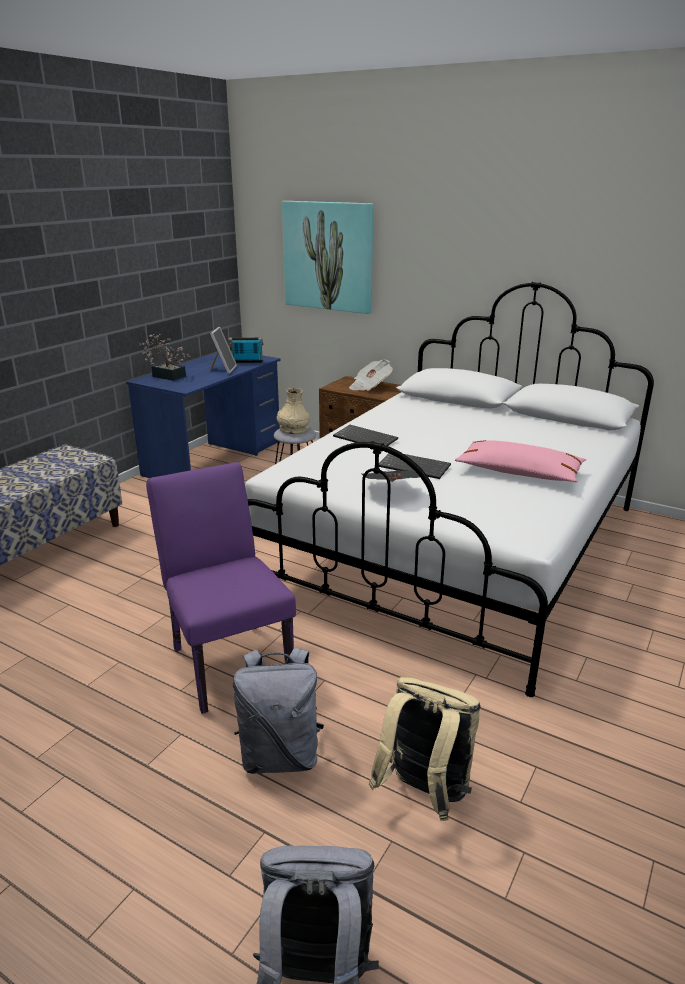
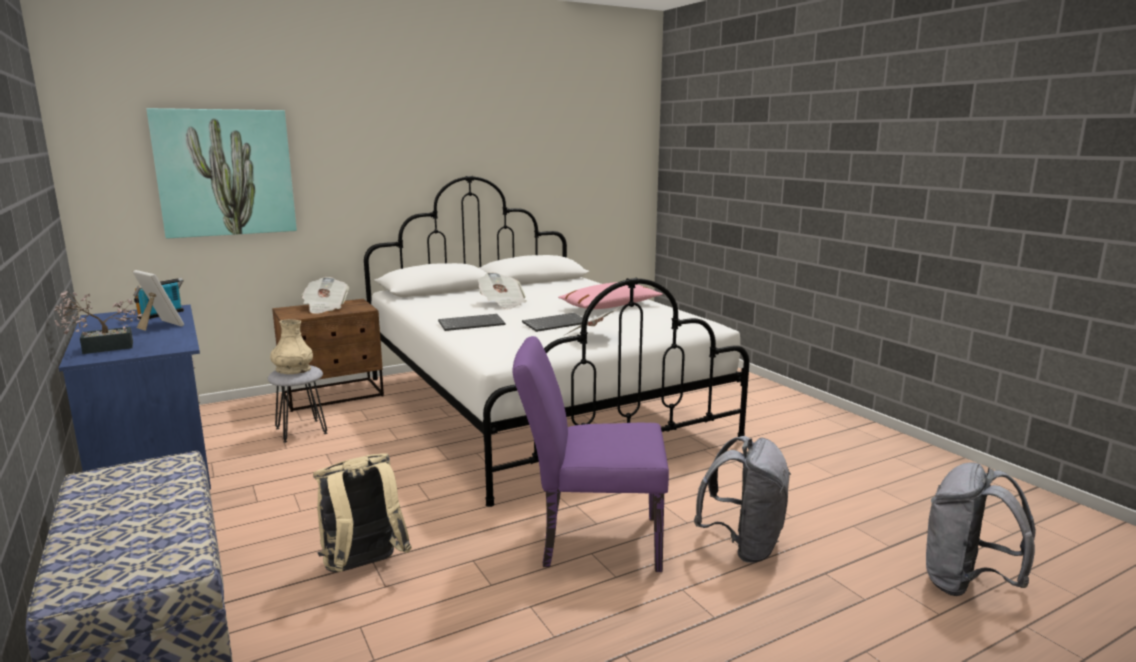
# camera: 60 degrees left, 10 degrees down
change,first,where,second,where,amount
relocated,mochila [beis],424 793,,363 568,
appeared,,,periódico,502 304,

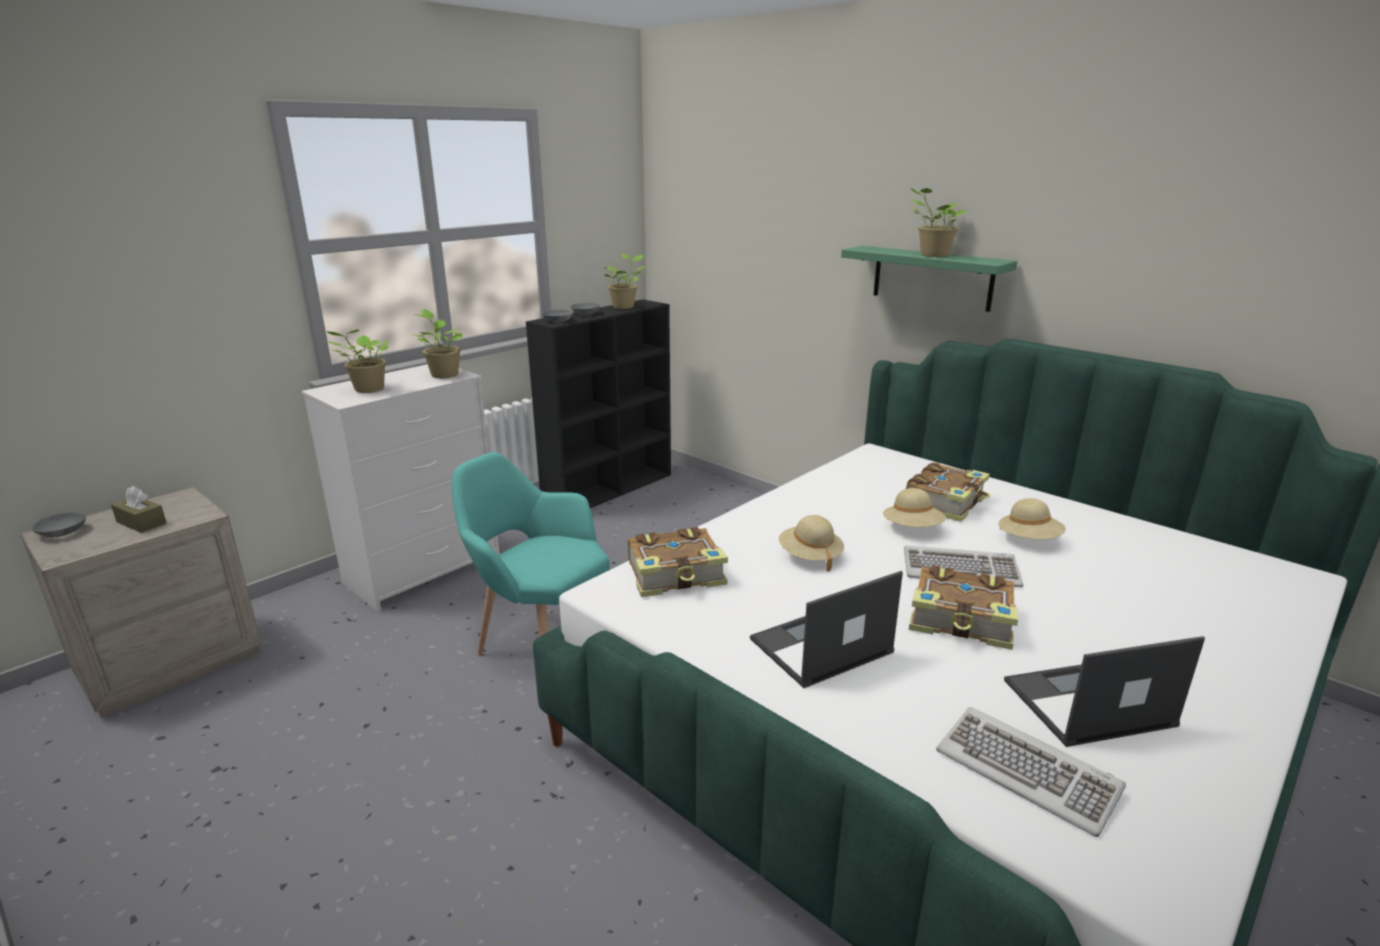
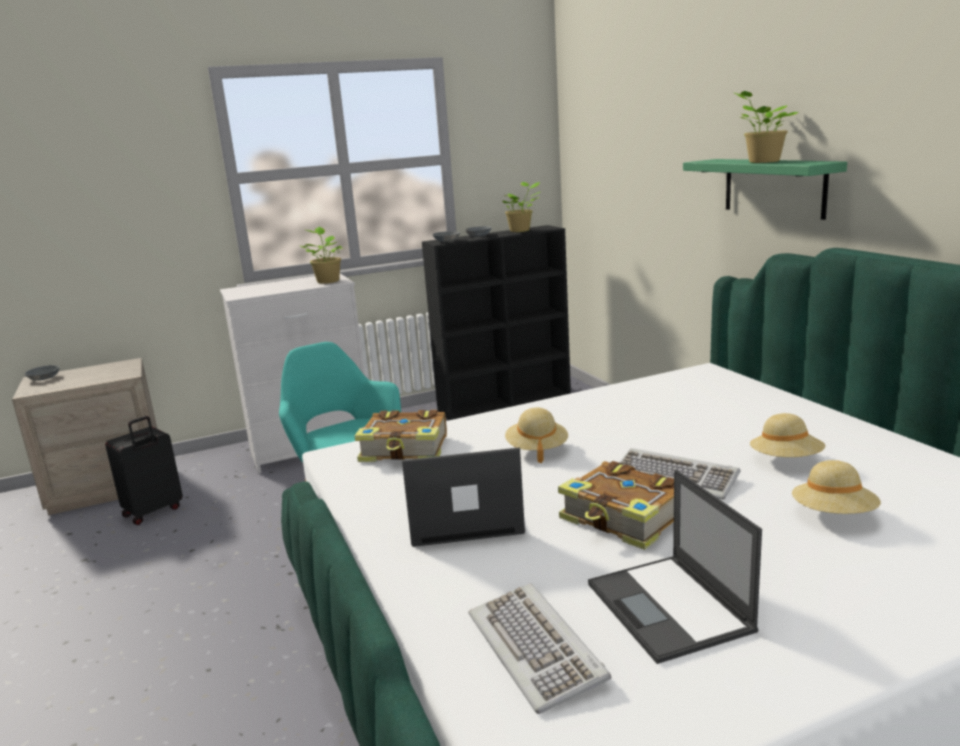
# camera: 25 degrees right, 5 degrees down
change,first,where,second,where,amount
missing,caja de pañuelos [marrón],141 523,,,
missing,planta en maceta,367 390,,,
relocated,sombrero [beis],912 529,,834 515,
missing,libro,946 502,,,
spun,portátil,1086 703,,670 608,120 degrees counterclockwise
appeared,,,maleta [negro],153 512,

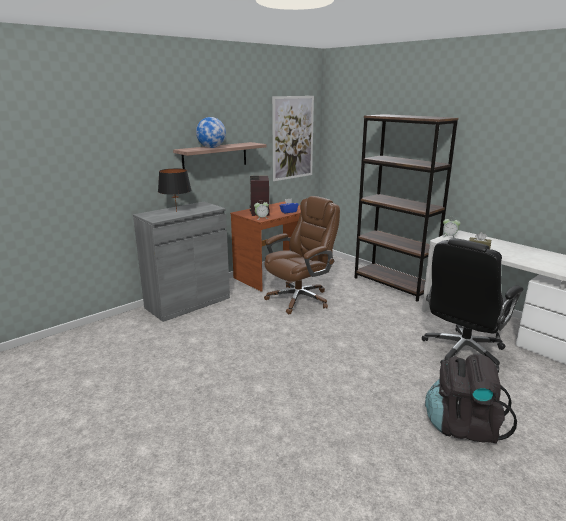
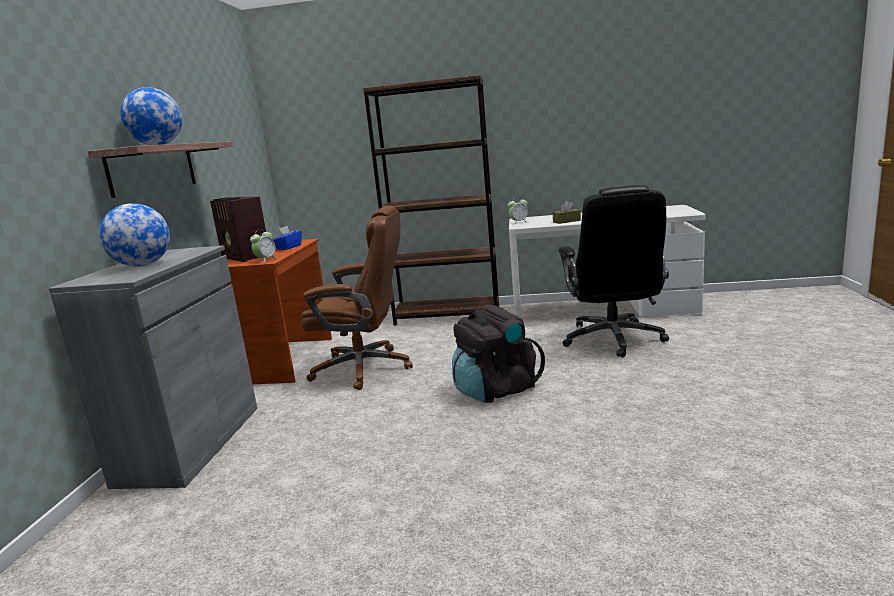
# camera: 40 degrees left, 5 degrees down
change,first,where,second,where,amount
exchanged,lámpara de mesa [negro],176 212,globo terráqueo,142 265,
spun,silla de oficina [marrón],300 299,,364 368,90 degrees clockwise
missing,cuadro,293 138,,,
relocated,mochila [negro],463 426,,496 389,

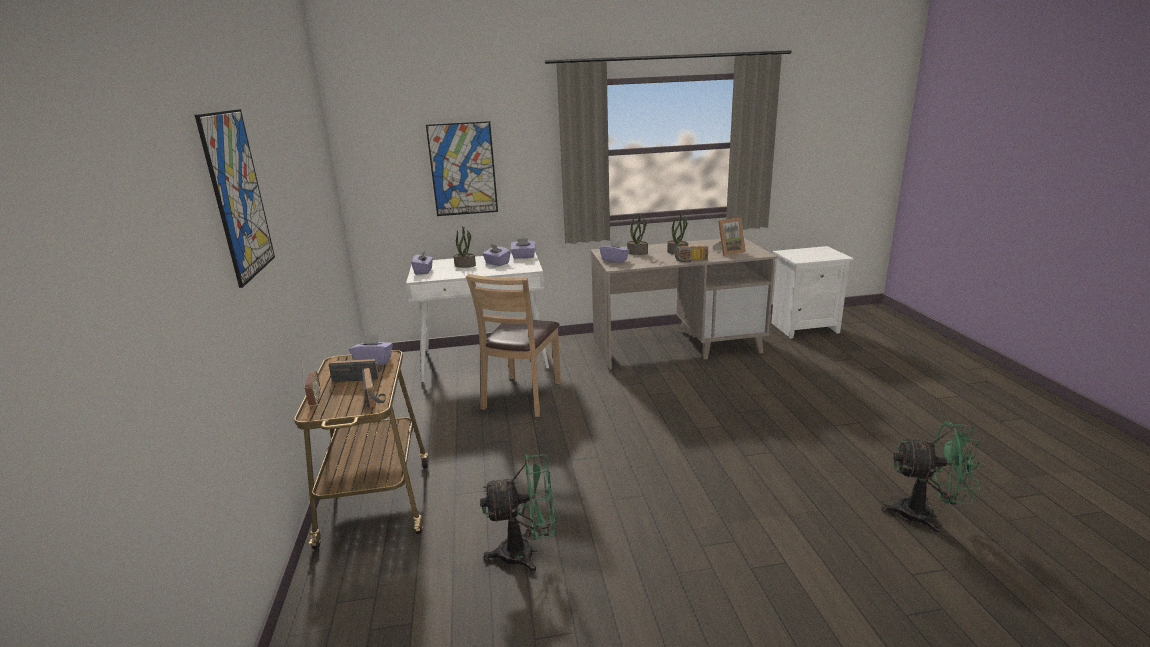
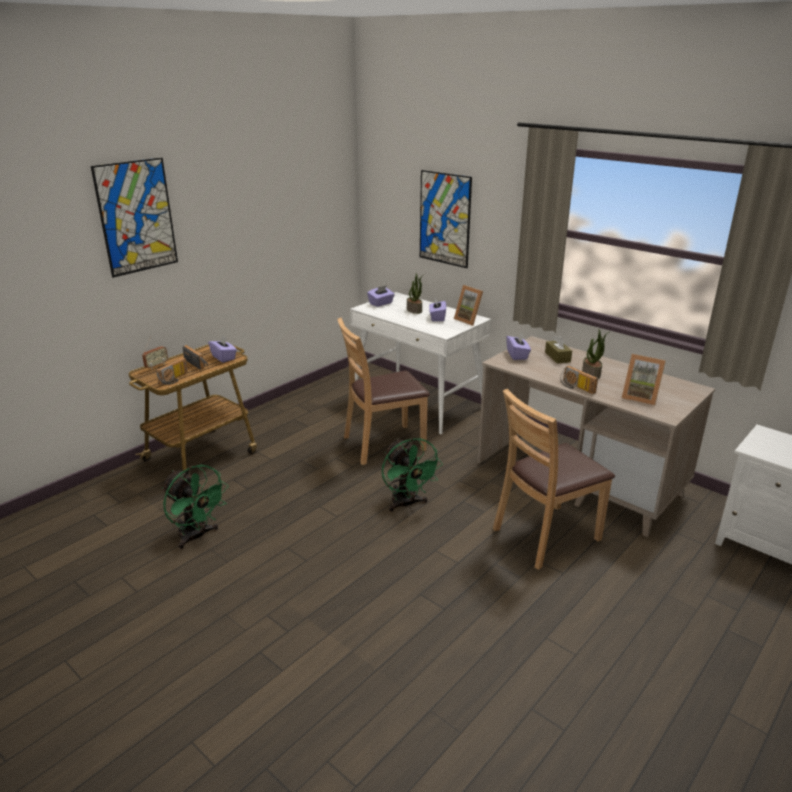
# camera: 50 degrees right, 5 degrees up
change,first,where,second,where,amount
exchanged,caja de pañuelos [morado],524 256,portarretratos,469 320,
exchanged,planta en maceta,637 252,caja de pañuelos [marrón],557 357,
relocated,ventilador [verde],925 515,,407 504,
appeared,,,silla [marrón],545 535,

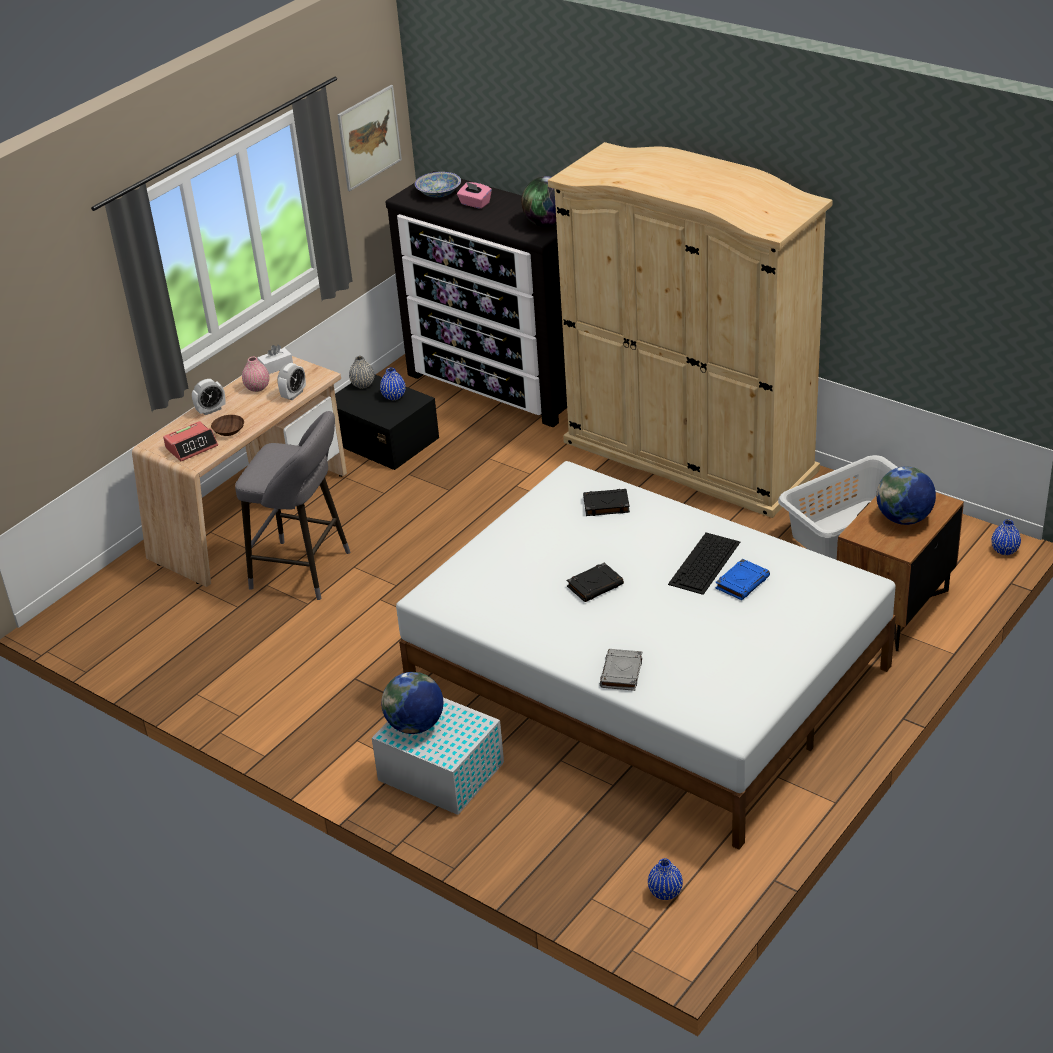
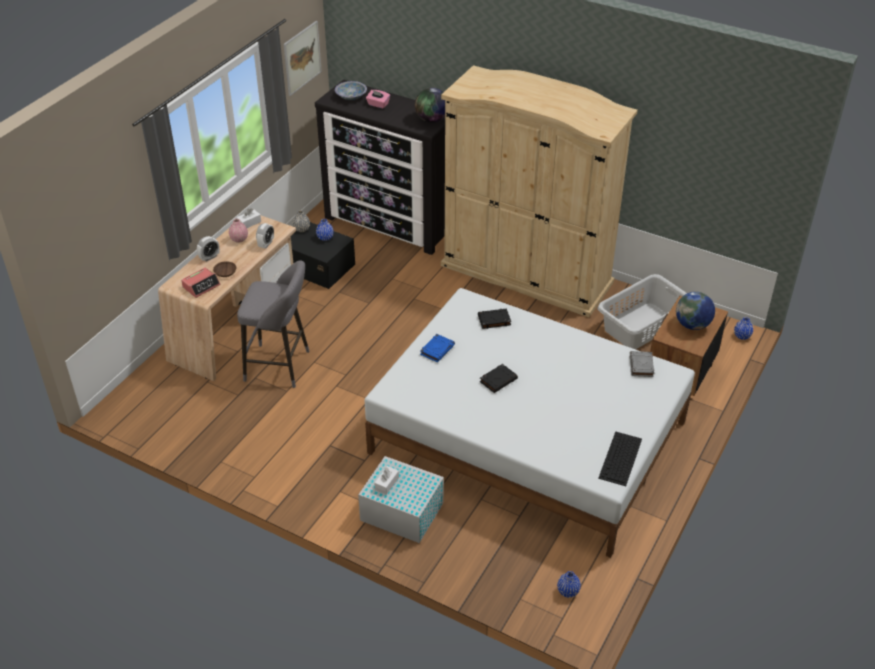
# camera: 10 degrees left, 5 degrees up
change,first,where,second,where,amount
exchanged,globo terráqueo,415 725,caja de pañuelos [blanco],386 484,
relocated,libro [gris],621 673,,641 366,
relocated,teclado,704 564,,620 459,
relocated,libro [azul],742 582,,437 350,

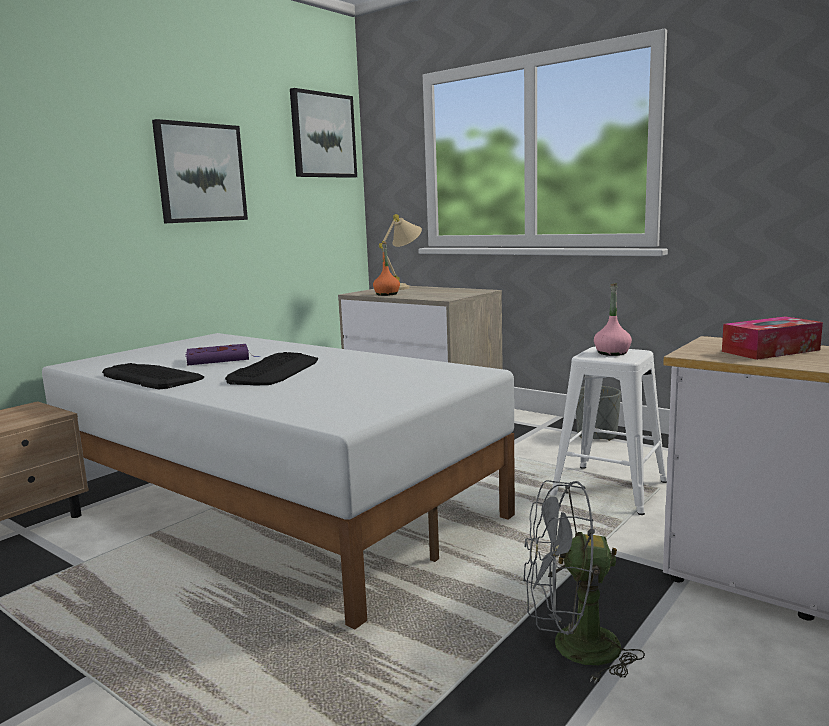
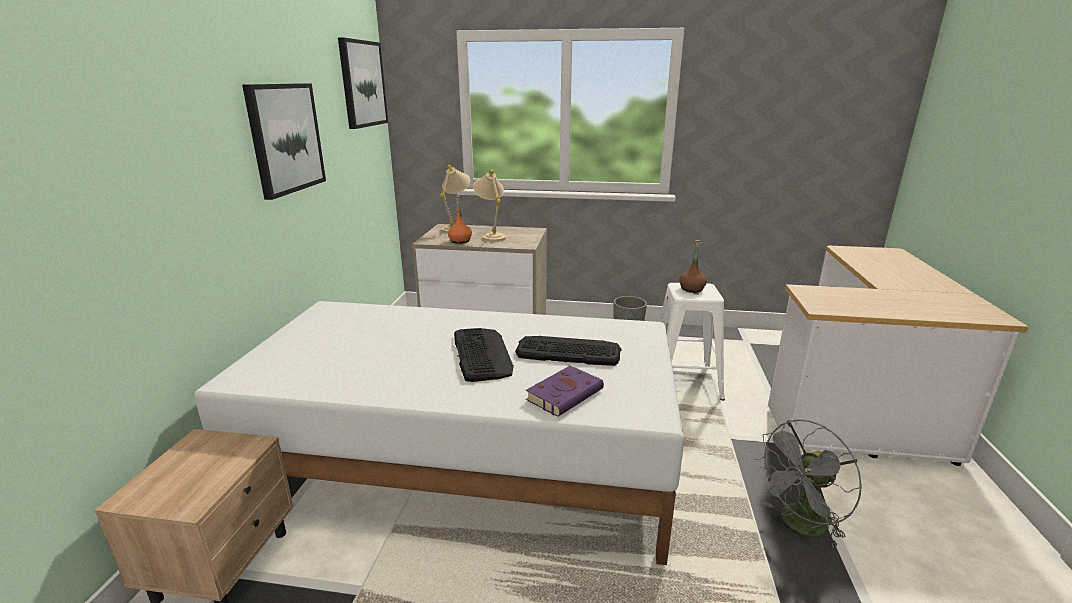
# camera: 30 degrees left, 10 degrees up
change,first,where,second,where,amount
relocated,teclado,152 377,,568 351,
relocated,libro [morado],220 359,,566 394,
colour,botella [rosa],612 353,botella [marrón],691 289,
missing,caja de pañuelos,770 351,,,
appeared,,,lámpara de mesa [beis],492 236,

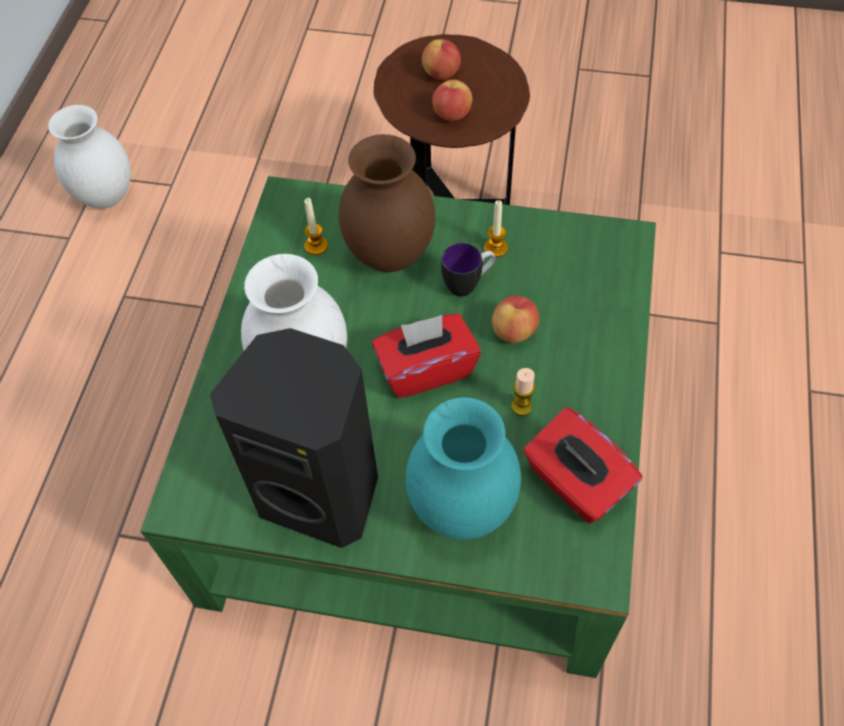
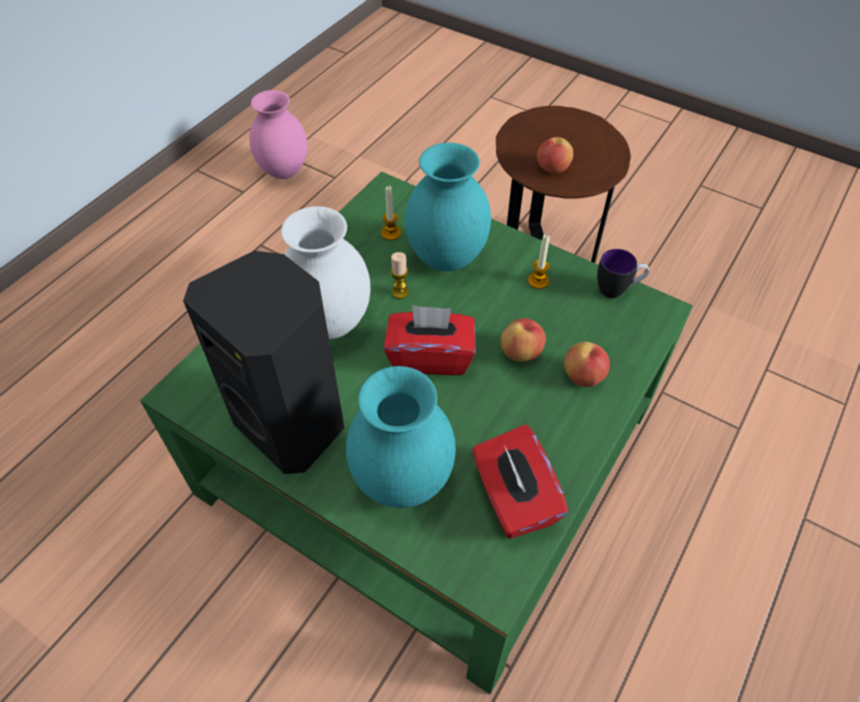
# camera: 20 degrees right, 5 degrees down
change,first,where,second,where,amount
colour,florero [blanco],107 196,florero [rosa],285 171,
colour,florero [marrón],388 255,florero [turquesa],445 258,
relocated,manzana,441 74,,583 376,
relocated,taza grande,468 284,,617 290,
relocated,vela,521 406,,400 292,

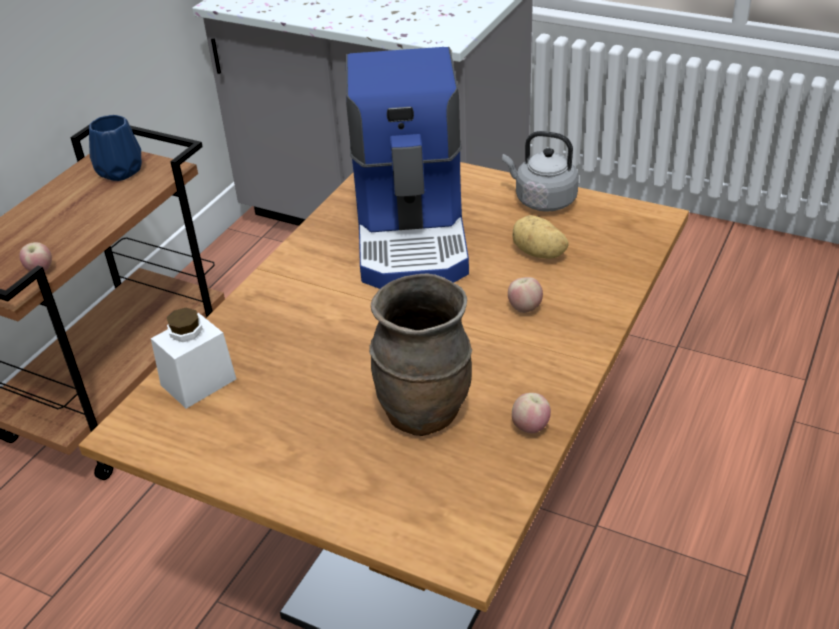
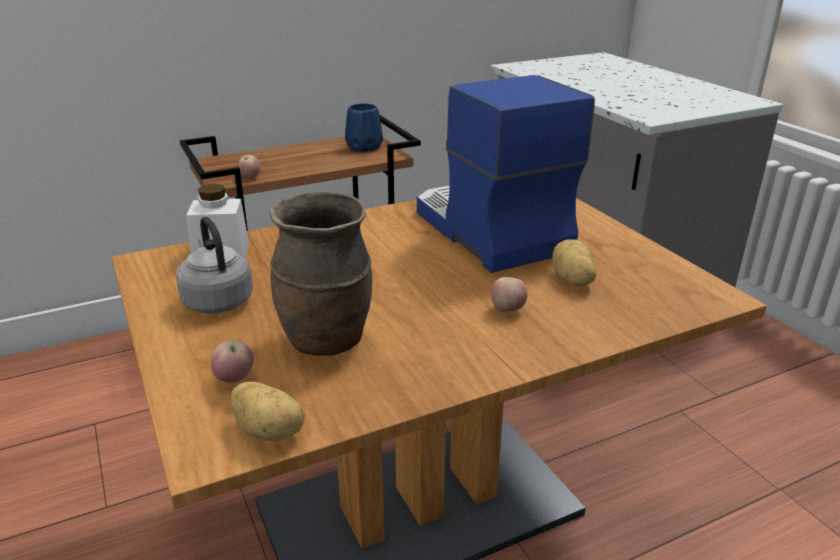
# camera: 35 degrees right, 10 degrees down
change,first,where,second,where,amount
spun,cafetera,413 232,,487 231,120 degrees clockwise
relocated,hervidor [gris],542 200,,217 300,
relocated,manzana,530 427,,234 379,
appeared,,,patata,270 431,

